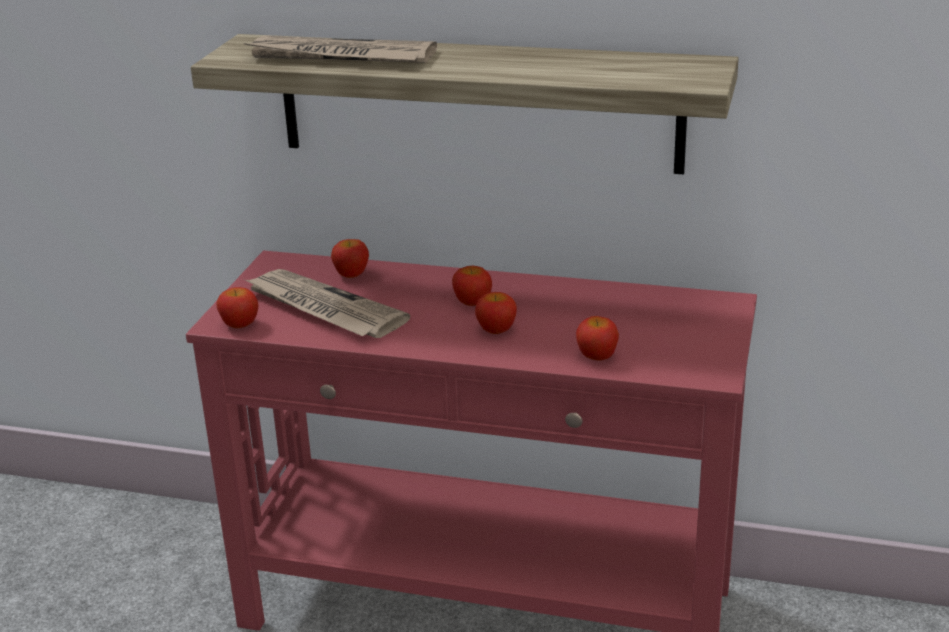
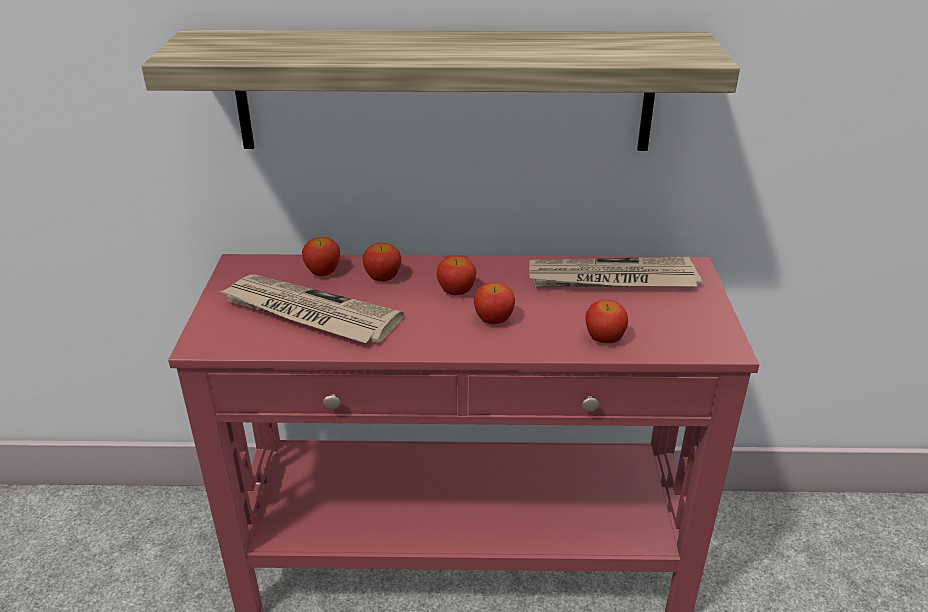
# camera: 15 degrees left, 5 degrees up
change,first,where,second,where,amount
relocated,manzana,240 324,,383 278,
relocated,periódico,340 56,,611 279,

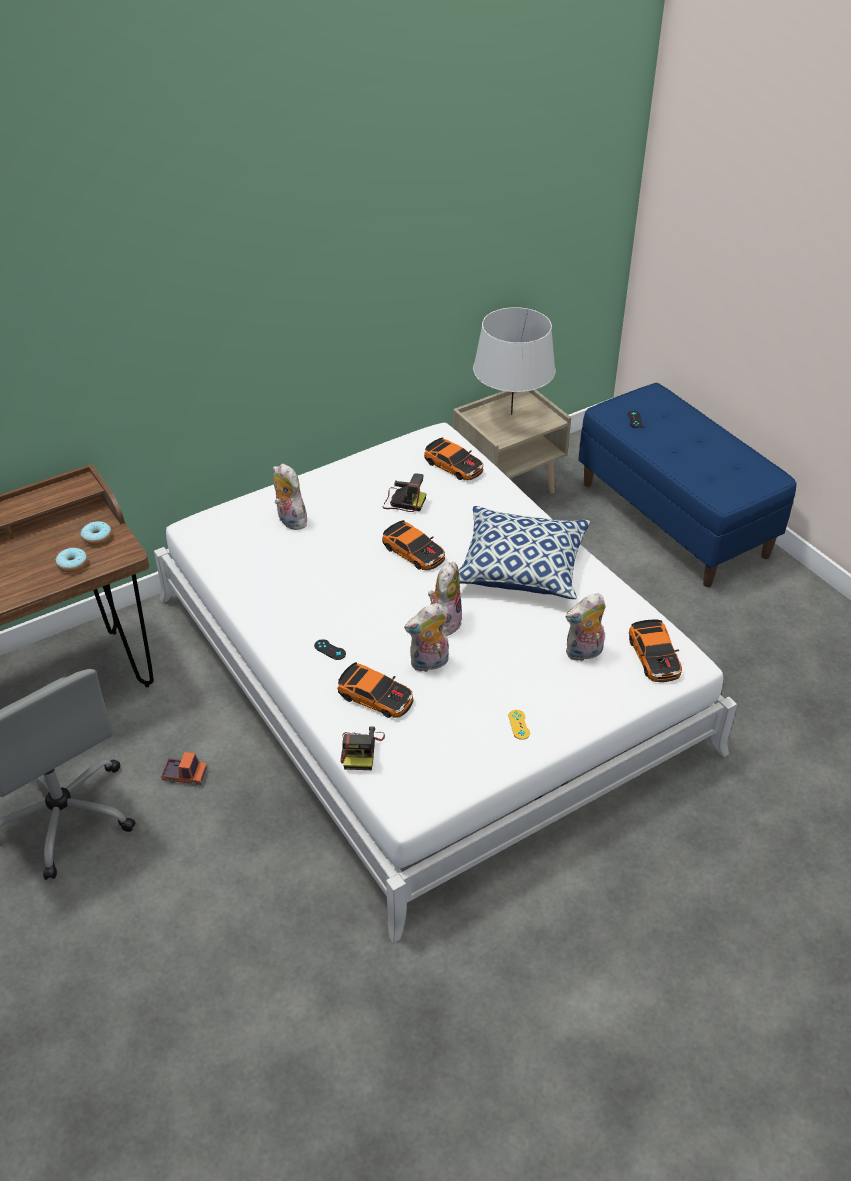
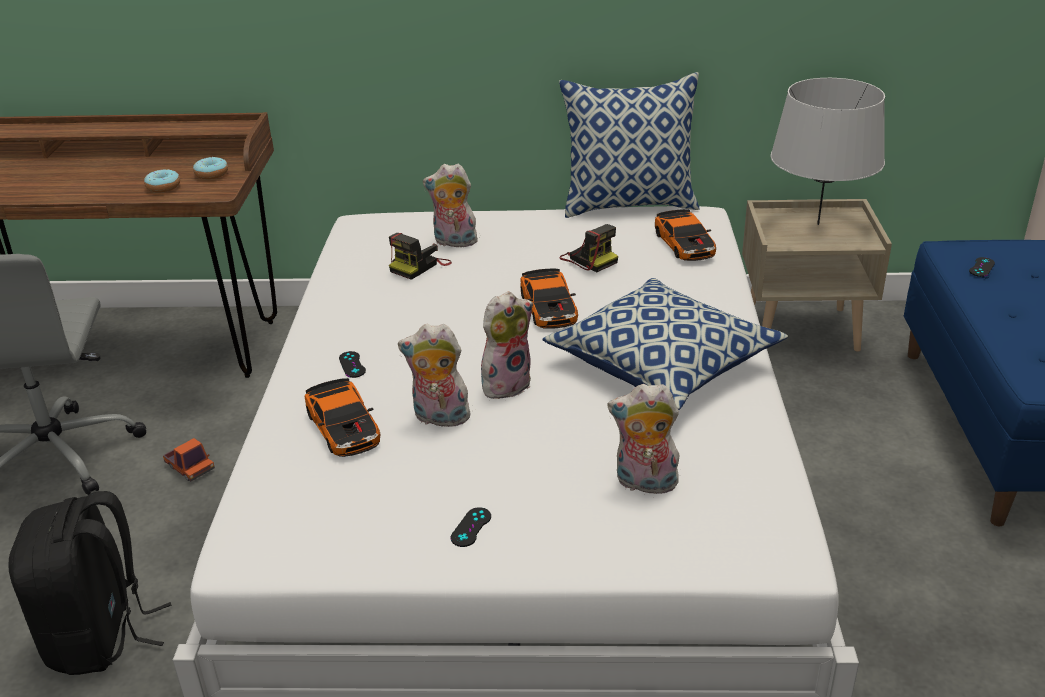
# camera: 35 degrees right, 10 degrees down
change,first,where,second,where,amount
spun,peluche,289 520,,453 242,75 degrees counterclockwise
relocated,cámara,361 750,,419 266,
colour,mando de consola [amarillo],519 724,mando de consola [negro],471 527,
missing,coche de juguete,655 656,,,
appeared,,,mochila [negro],101 636,
appeared,,,cojín,629 204,

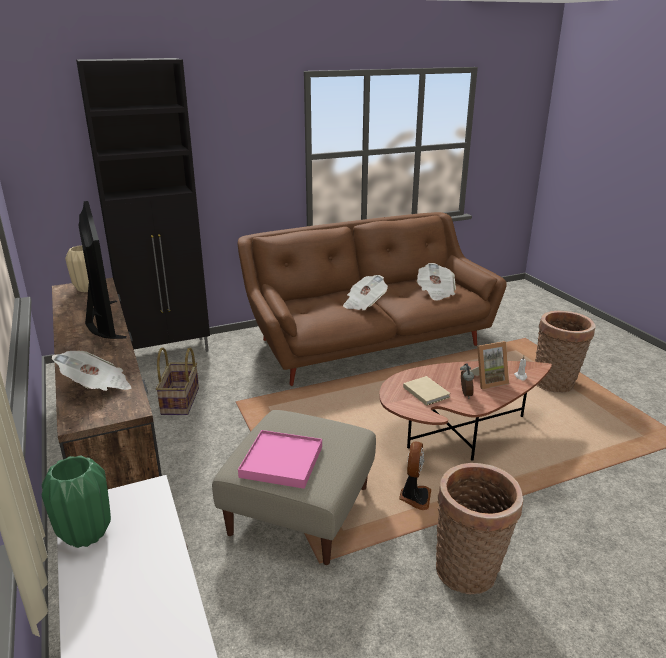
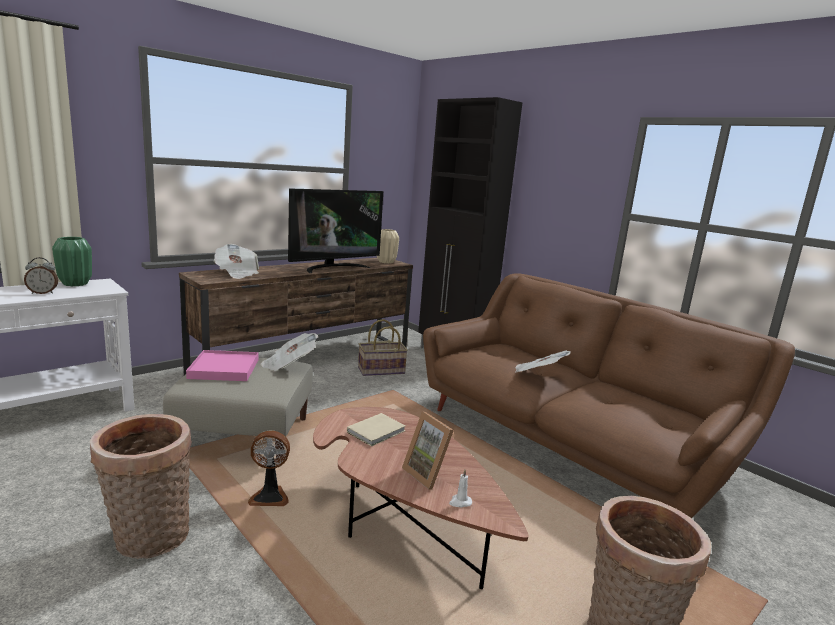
# camera: 70 degrees right, 10 degrees down
change,first,where,second,where,amount
relocated,periódico,435 292,,289 365,
relocated,despertador,464 394,,43 293,

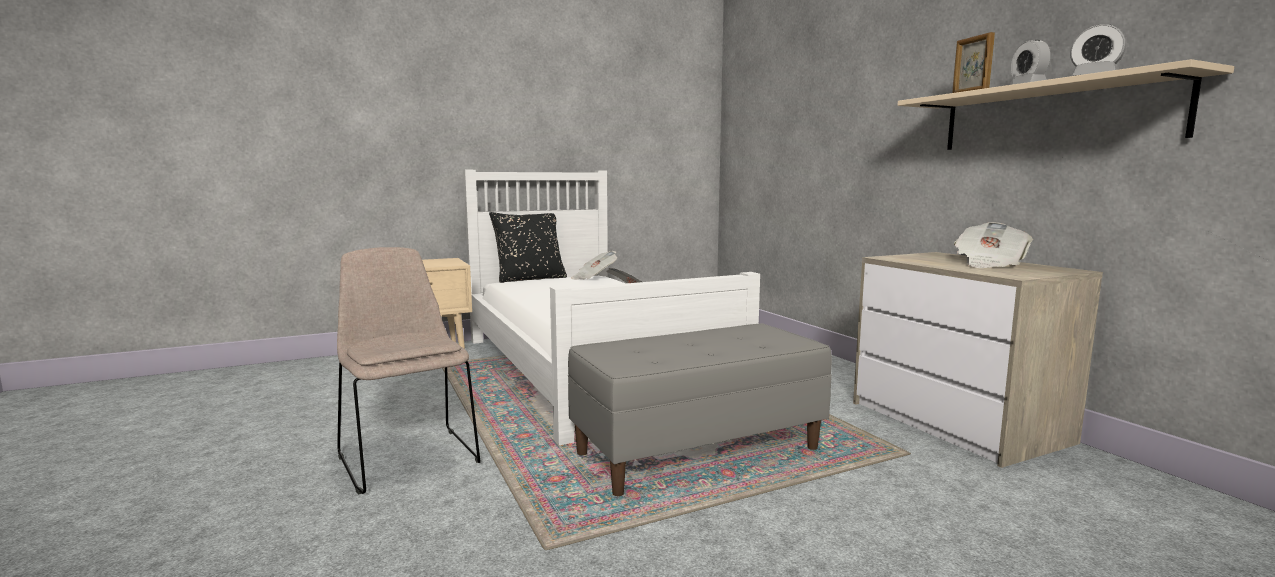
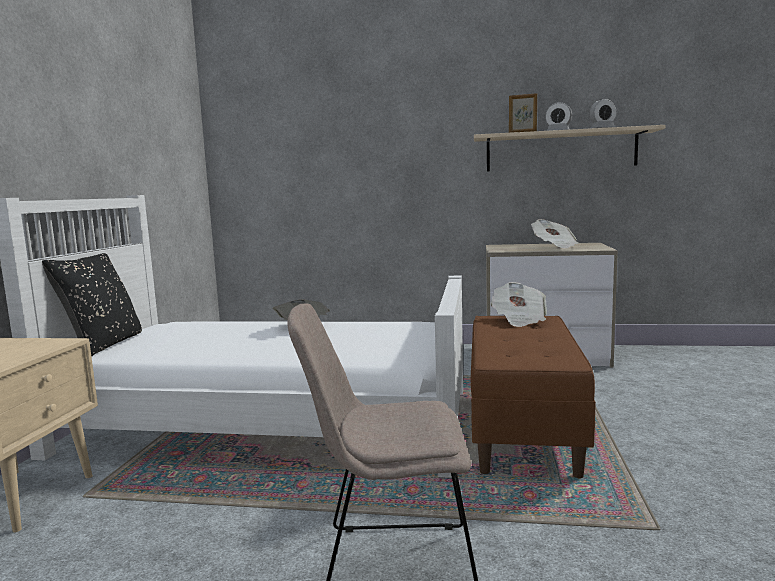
# camera: 55 degrees left, 0 degrees up
change,first,where,second,where,amount
colour,banco [gris],698 451,banco [marrón],521 429,
relocated,periódico,594 278,,519 320,

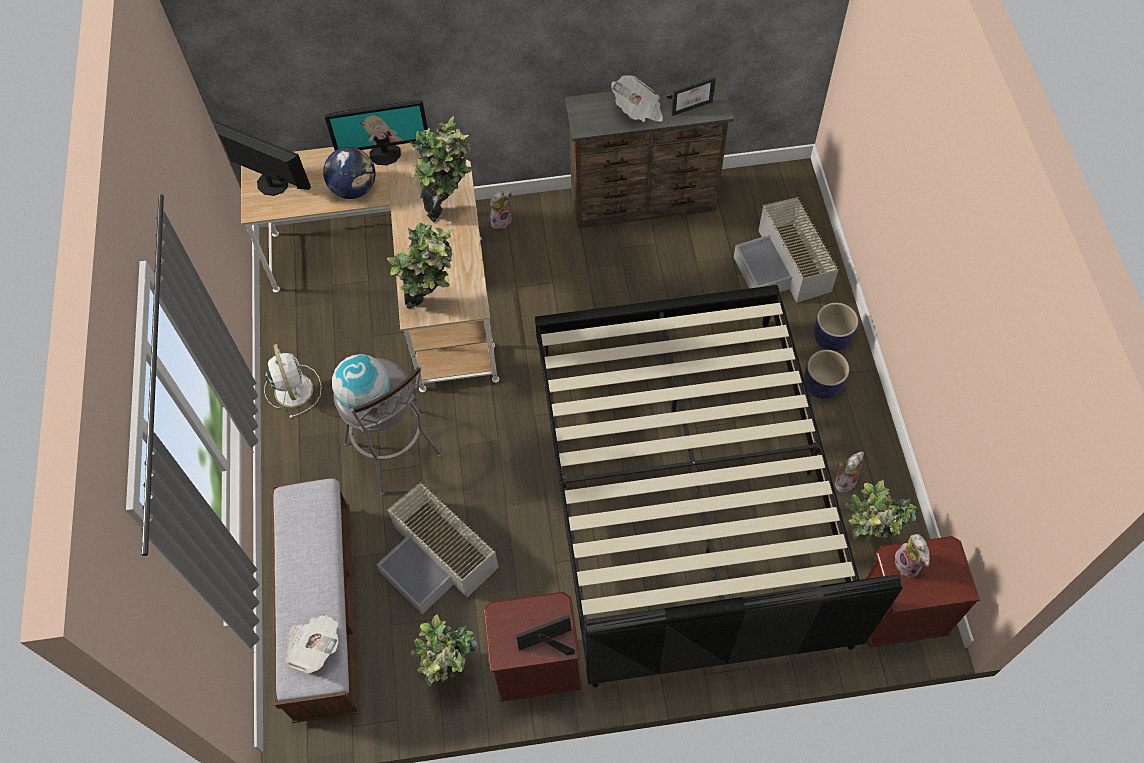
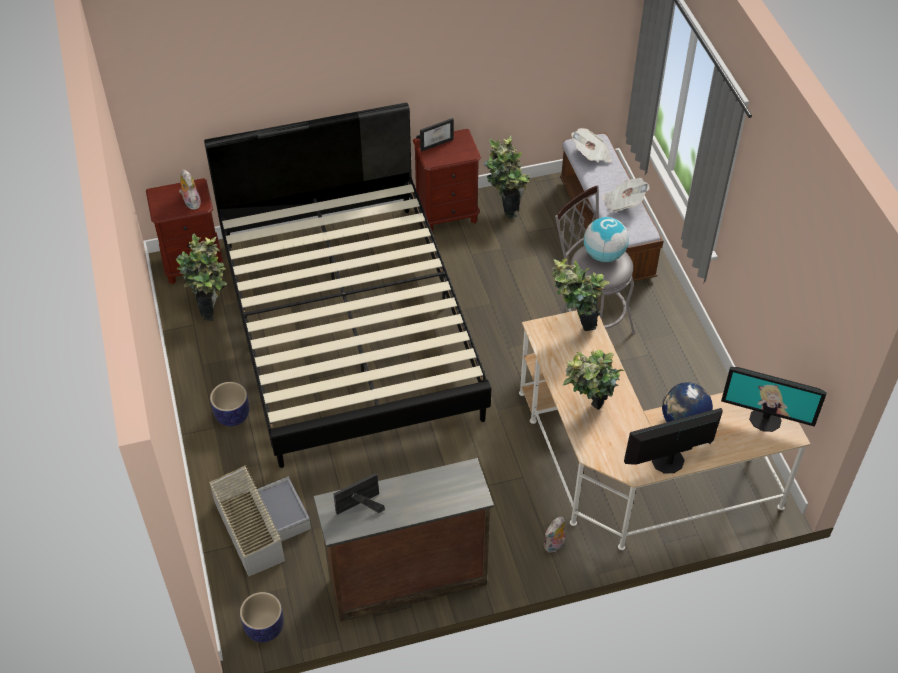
# camera: 170 degrees right, 10 degrees down
change,first,where,second,where,amount
missing,ventilador [blanco],293 388,,,
missing,caja de almacenaje [gris],438 558,,,
relocated,periódico,638 110,,623 203,
relocated,maceta,831 338,,264 628,
missing,peluche,844 480,,,

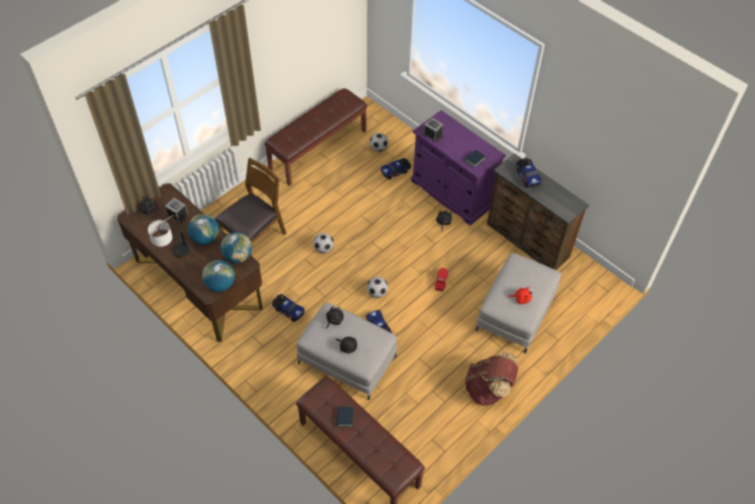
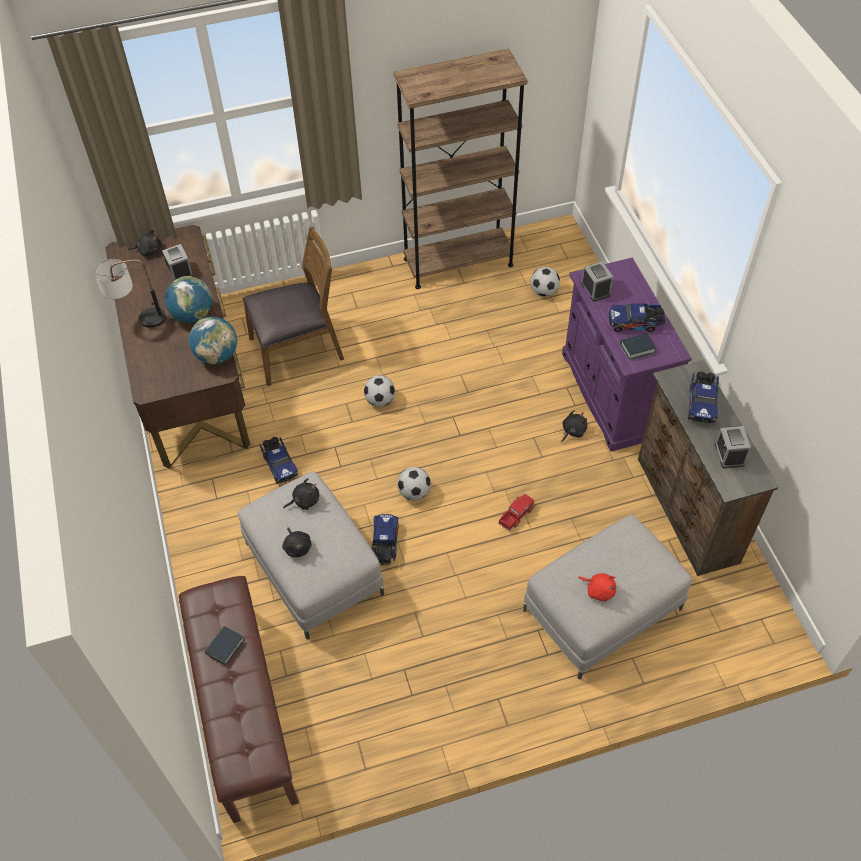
# camera: 30 degrees right, 0 degrees up
change,first,where,second,where,amount
missing,globo terráqueo,220 284,,,
exchanged,banco [marrón],317 149,estantería [marrón],458 262,
relocated,camión de juguete,396 171,,636 323,
missing,mochila [marrón],488 389,,,
appeared,,,despertador,729 454,

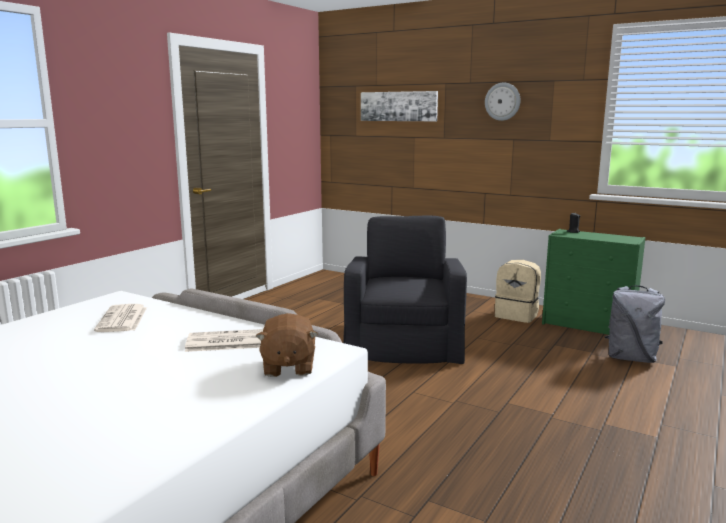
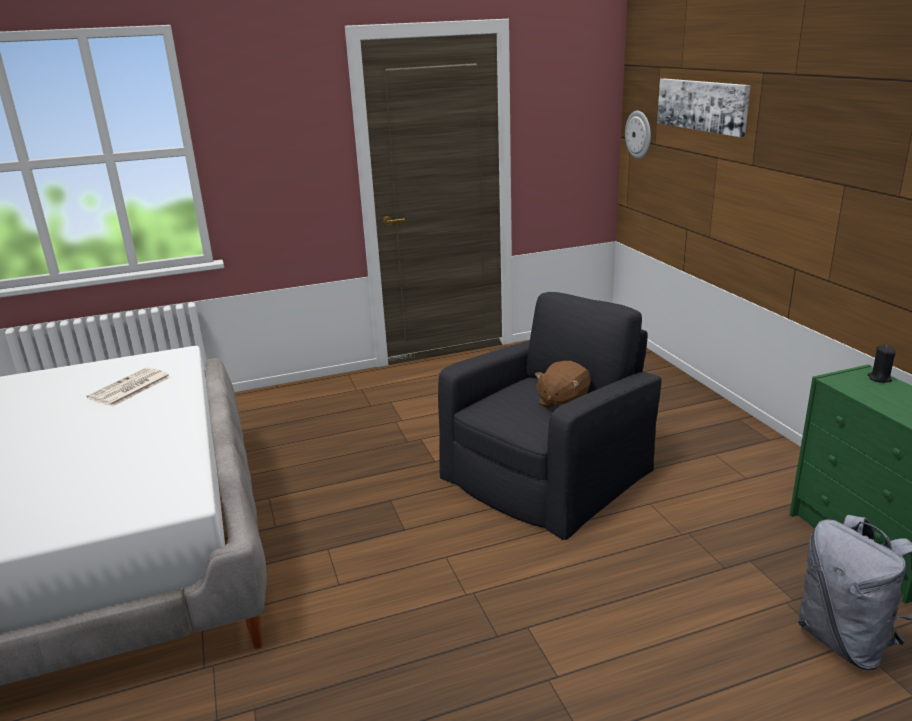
# camera: 40 degrees right, 10 degrees up
change,first,where,second,where,amount
missing,periódico,225 342,,,
relocated,peluche [marrón],288 367,,562 403,
relocated,reloj de pared,502 101,,639 134,
missing,mochila [beis],517 315,,,

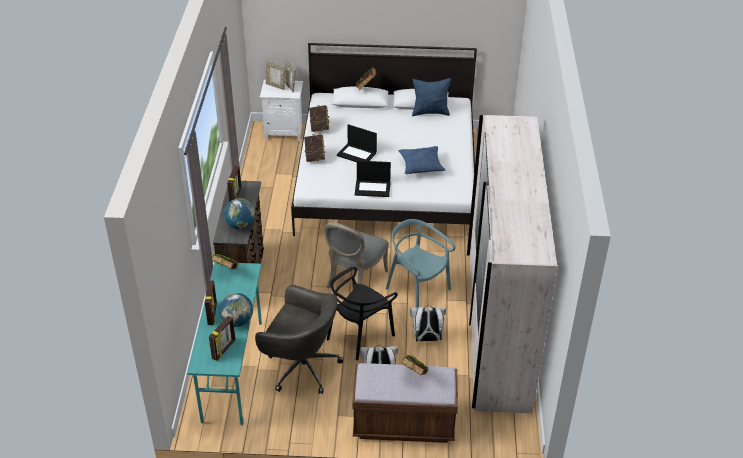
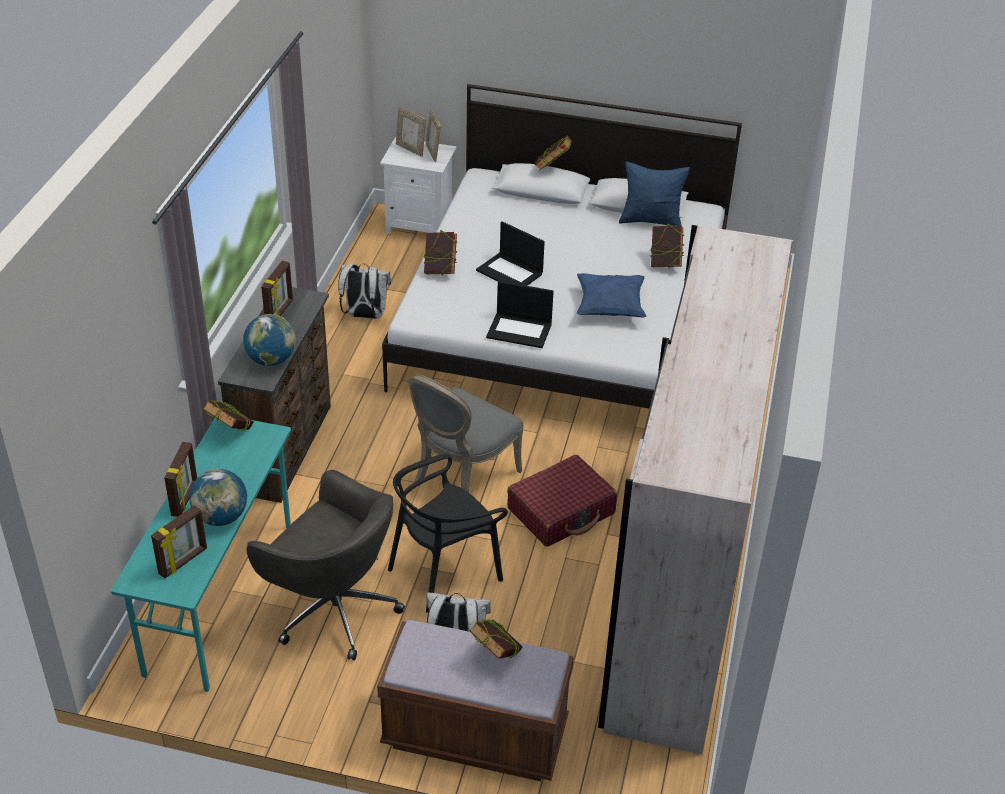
# camera: 10 degrees right, 0 degrees up
change,first,where,second,where,amount
relocated,libro,319 128,,665 263,
exchanged,silla [turquesa],417 291,maleta [rojo],561 511,
relocated,mochila [blanco],427 338,,364 315,

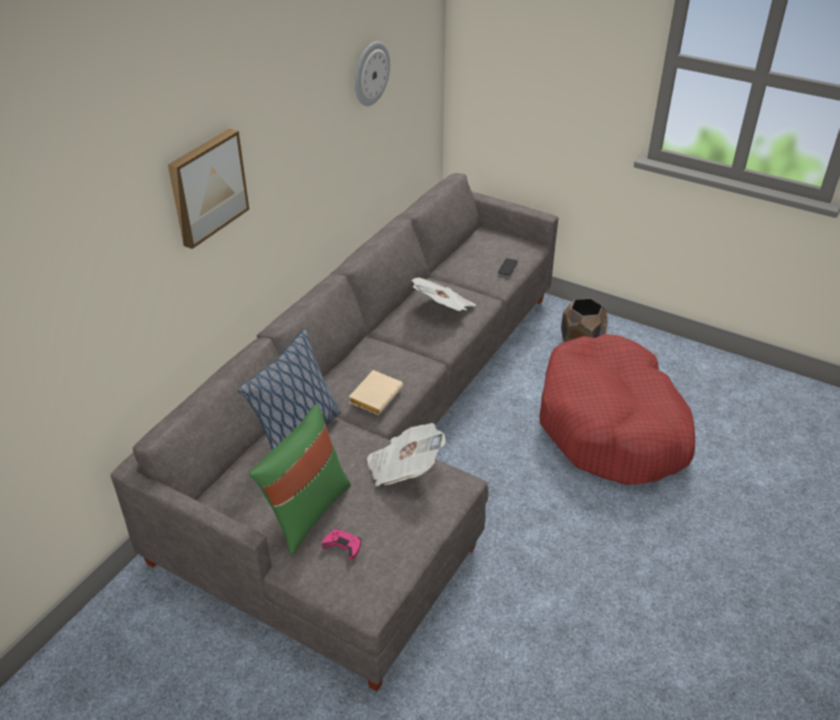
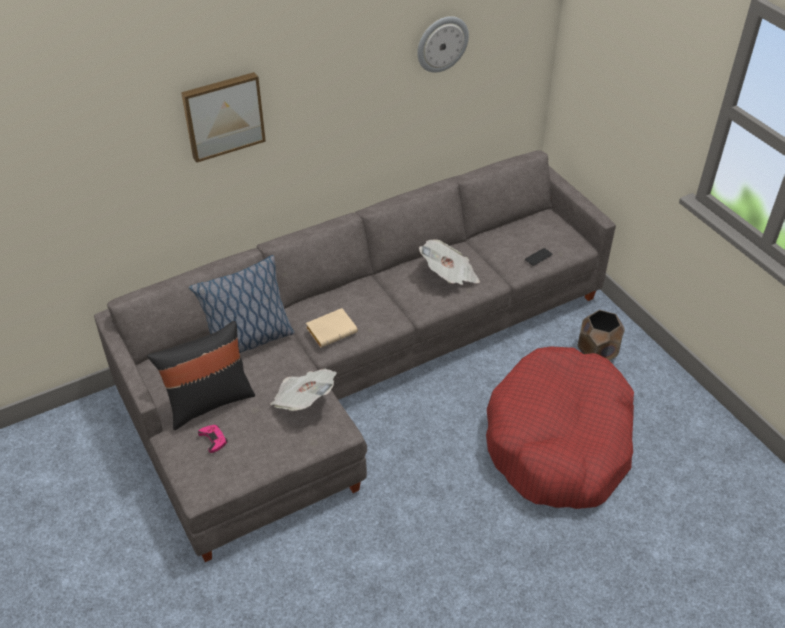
# camera: 30 degrees right, 5 degrees up
change,first,where,second,where,amount
colour,cojín [verde],306 512,cojín [negro],209 402,

